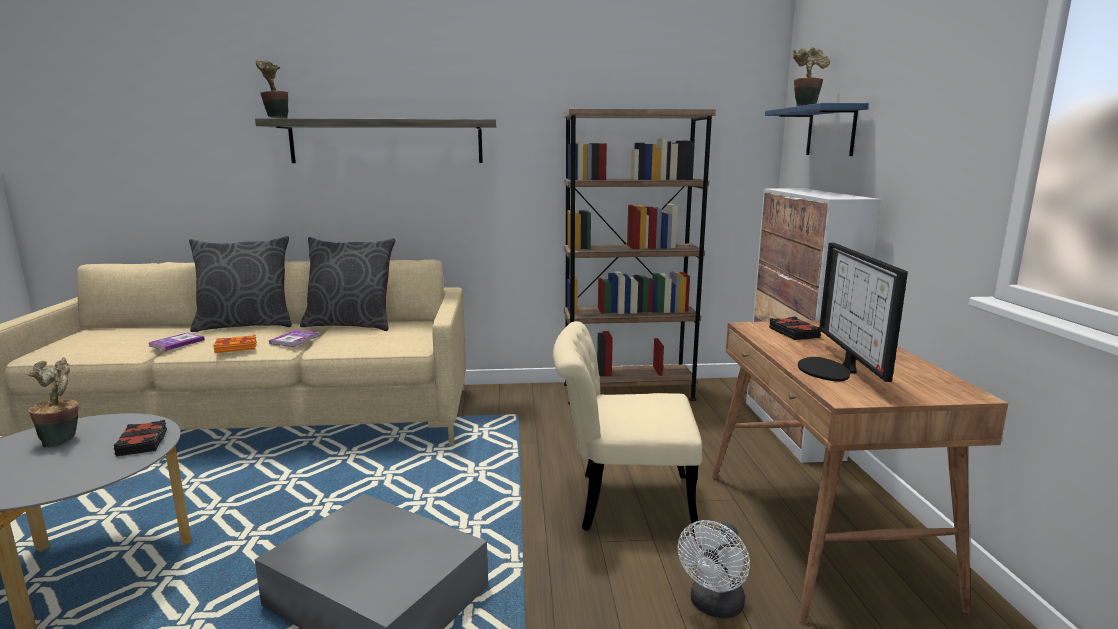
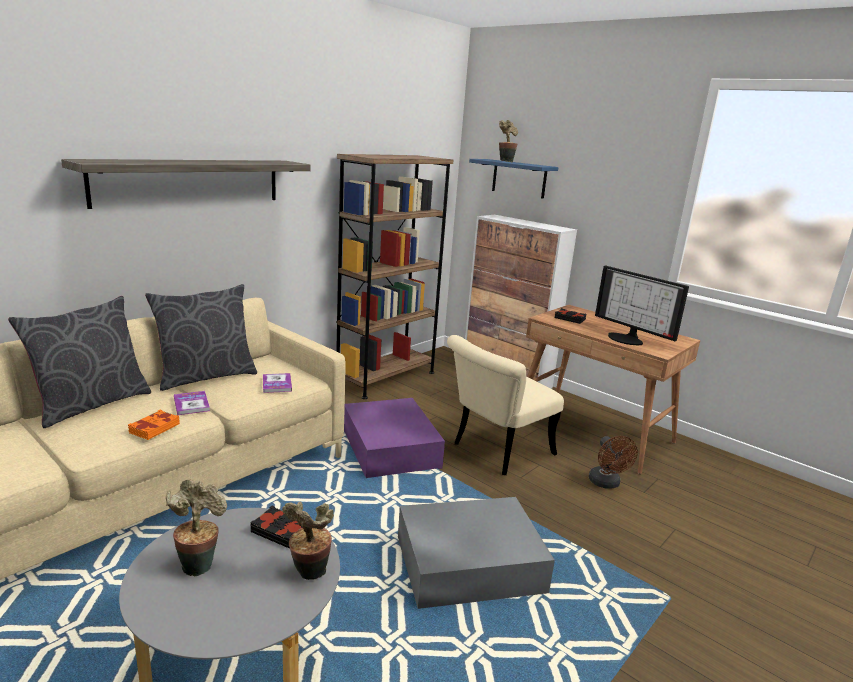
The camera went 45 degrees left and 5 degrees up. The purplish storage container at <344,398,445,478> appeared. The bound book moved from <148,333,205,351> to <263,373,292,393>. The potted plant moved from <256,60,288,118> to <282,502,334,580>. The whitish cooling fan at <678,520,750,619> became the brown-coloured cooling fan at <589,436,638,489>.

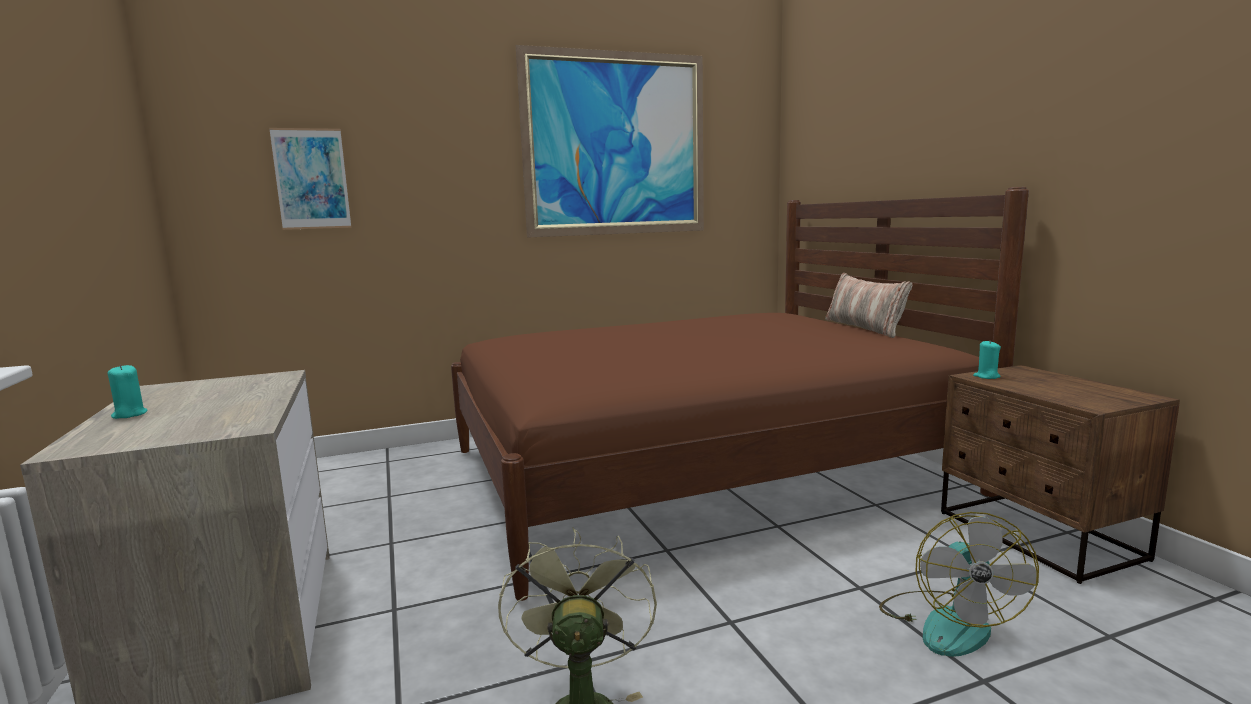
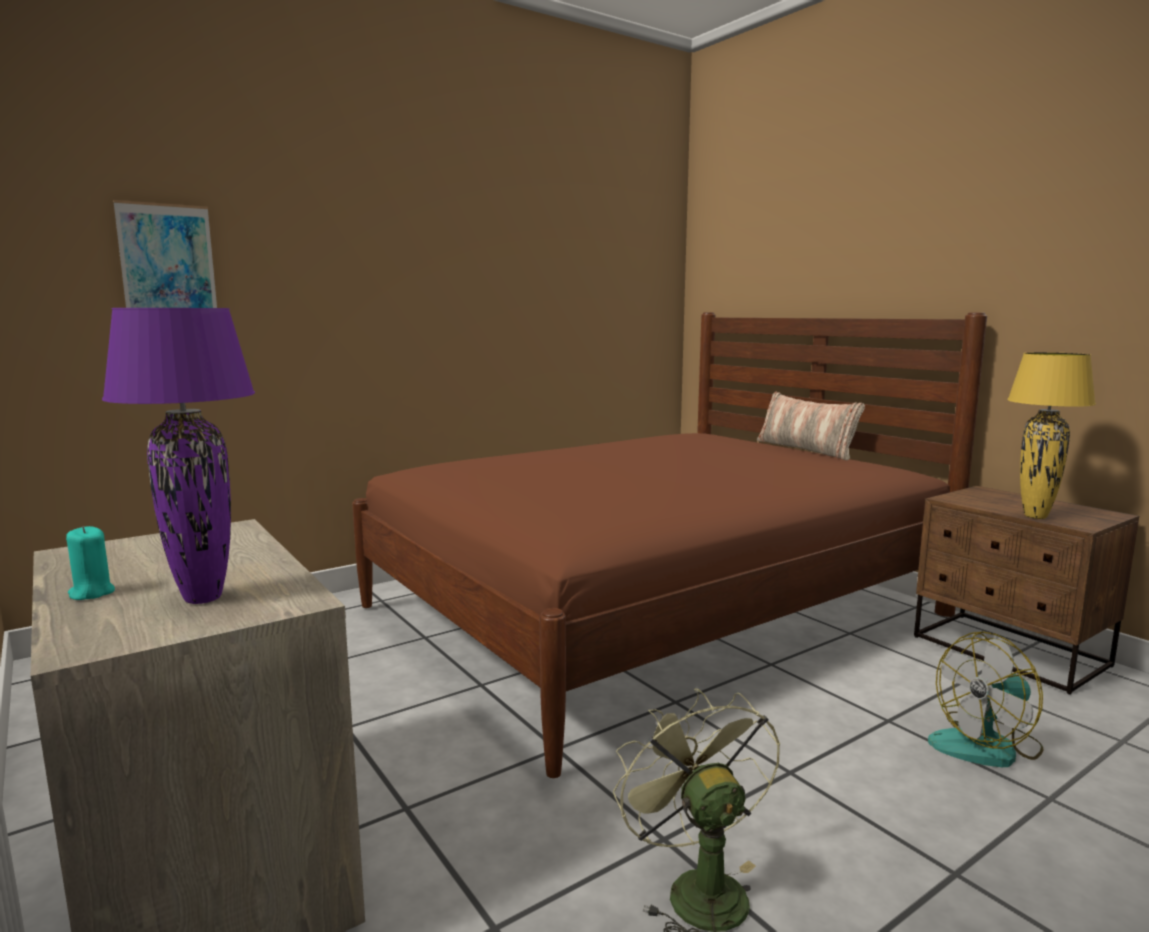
The camera went 15 degrees left and 0 degrees up. The picture at <516,45,704,238> disappeared. The turquoise-coloured wax light at <973,341,1001,379> disappeared. The purplish tabletop lamp at <102,308,255,604> appeared. The yellow-coloured tabletop lamp at <1007,352,1096,519> appeared. The cooling fan at <879,512,1039,657> turned 75 degrees clockwise.

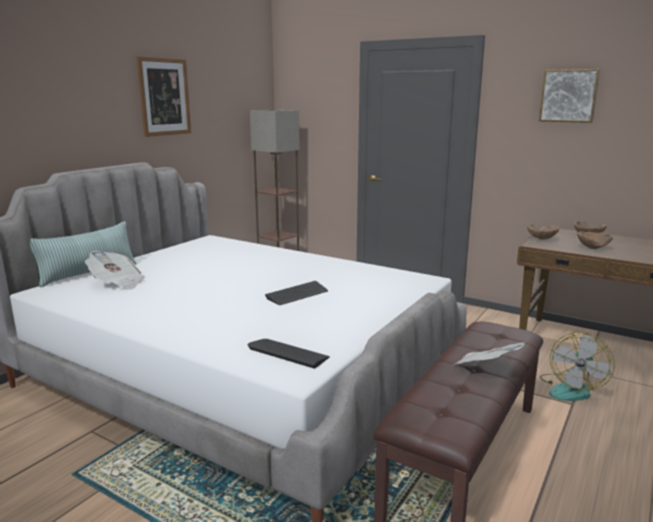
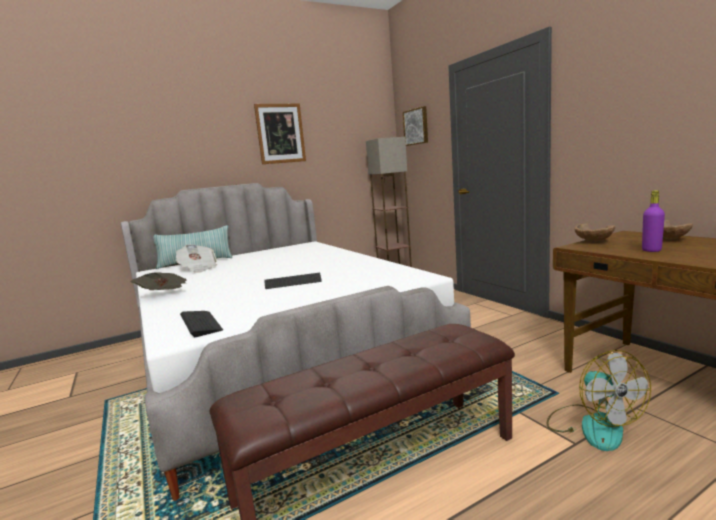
The camera went 30 degrees right and 5 degrees down. The newspaper moved from <455,342,525,364> to <130,272,187,290>. The picture moved from <539,69,600,123> to <403,106,428,146>. The brown-coloured serving bowl at <577,231,613,249> was replaced by the purplish drink bottle at <642,190,665,252>. The cooling fan at <540,332,615,401> turned 75 degrees counterclockwise.

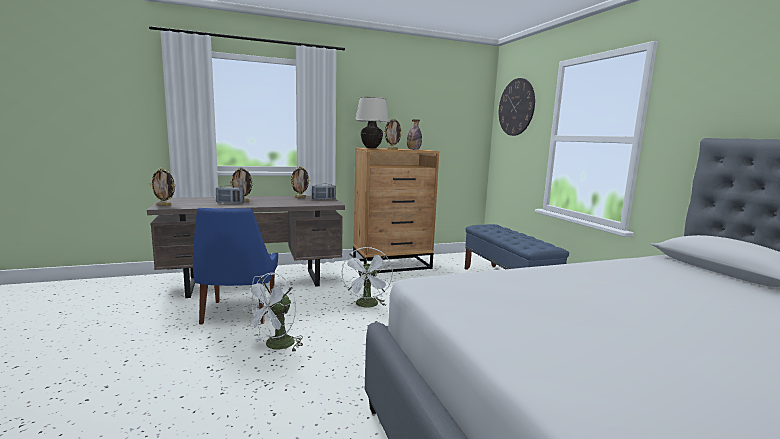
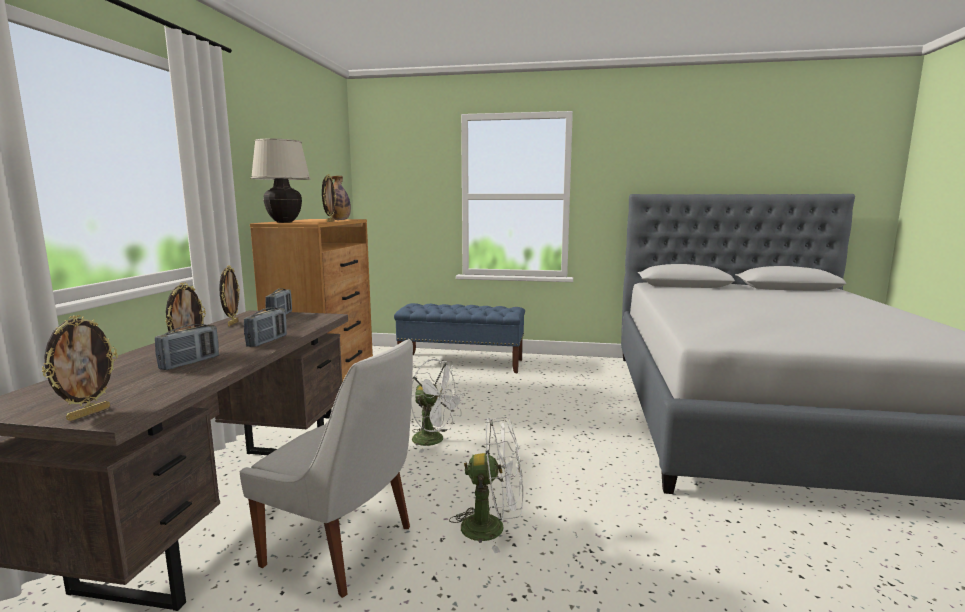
The camera went 60 degrees left and 0 degrees up. The hanging clock at <499,78,535,136> disappeared. The radio at <244,307,287,347> appeared. The bluish plain chair at <193,208,278,324> became the whitish plain chair at <239,339,413,598>. The whitish cooling fan at <243,273,303,351> turned 60 degrees counterclockwise.

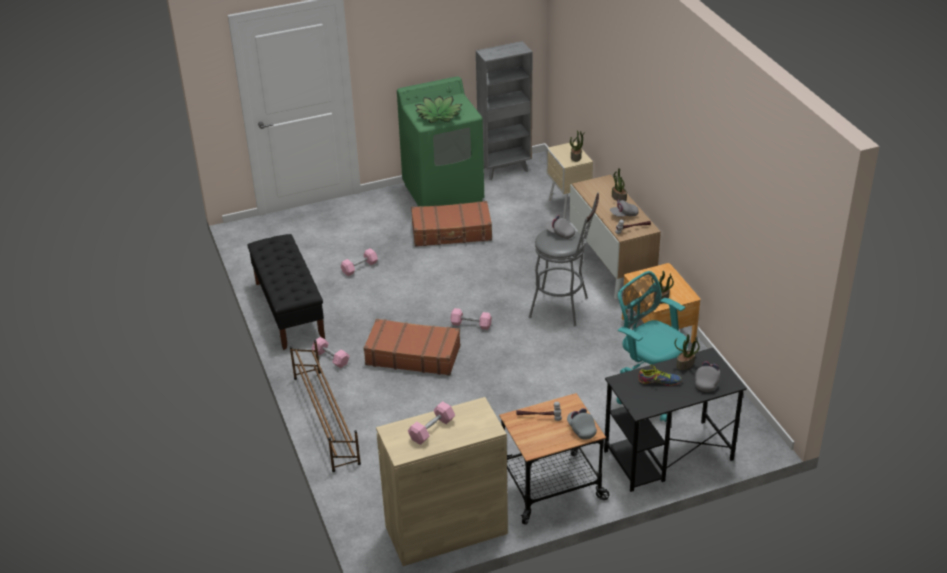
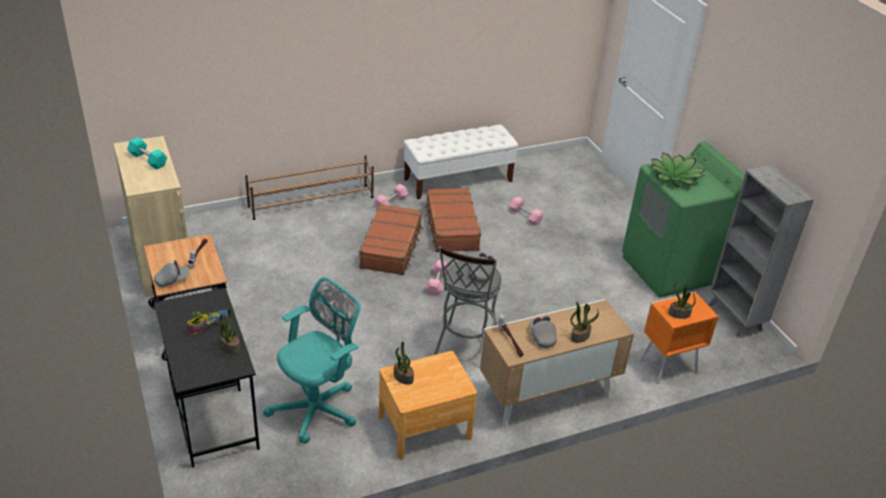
The camera went 85 degrees right and 0 degrees up. The grey cap at <695,362,720,392> disappeared. The brown-coloured suitcase moved from <411,201,492,247> to <424,188,481,252>. The black-coloured indoor bench at <247,234,325,350> became the whitish indoor bench at <403,124,519,199>. The pink-coloured dumbbell at <408,401,455,445> became the turquoise-coloured dumbbell at <127,137,167,169>. The beige-coloured nightstand at <547,141,593,219> became the orangey nightstand at <639,292,719,384>. The shoe at <638,365,682,386> turned 135 degrees counterclockwise.

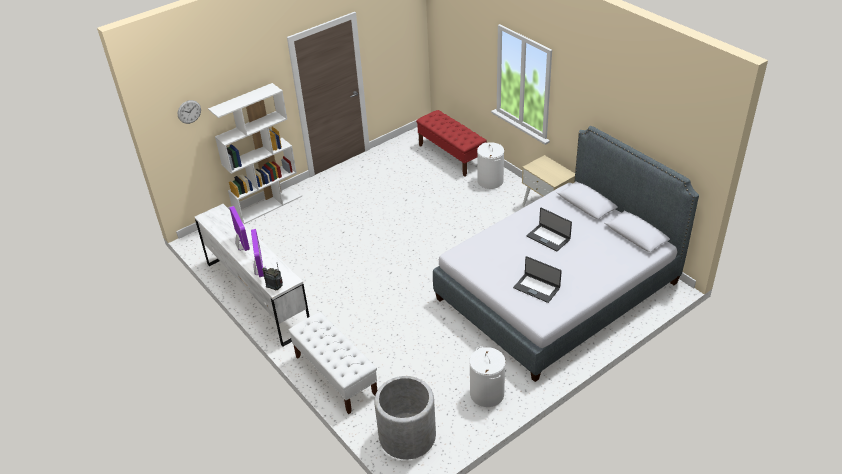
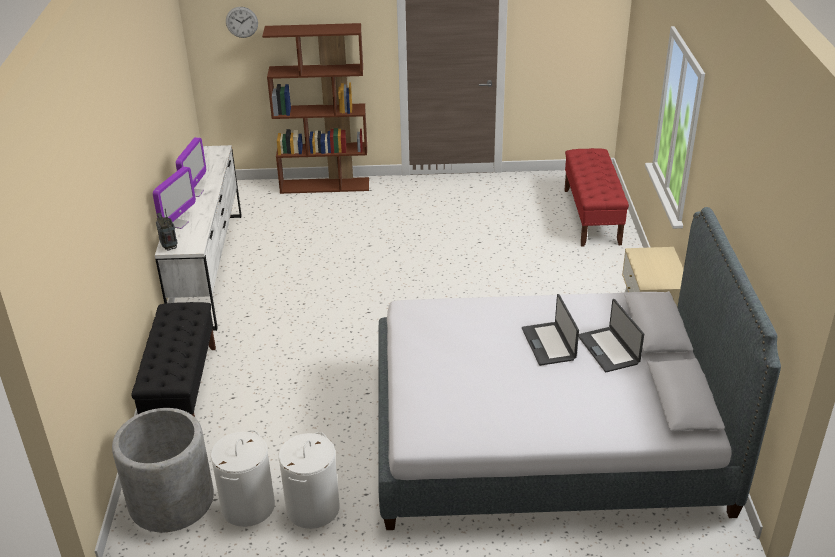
The camera went 35 degrees right and 5 degrees down. The whitish washing basket moved from <477,142,504,189> to <211,430,275,527>. The notebook computer moved from <513,256,562,303> to <579,299,644,372>. The whitish bookcase at <208,83,301,224> became the brown-coloured bookcase at <262,23,369,194>. The whitish indoor bench at <288,312,377,414> became the black-coloured indoor bench at <131,302,216,417>.

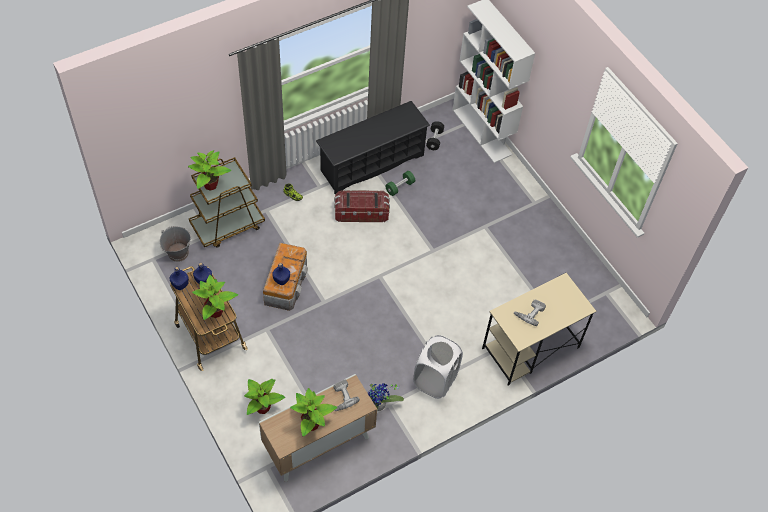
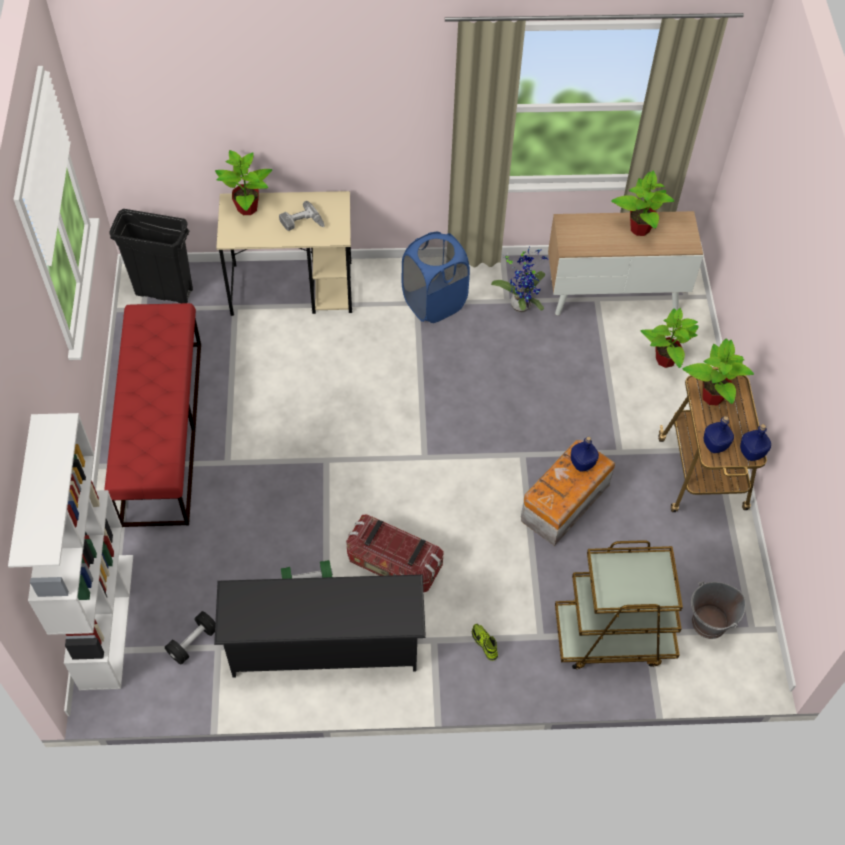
The camera went 150 degrees left and 0 degrees up. The drill at <333,379,360,411> disappeared. The red indoor bench at <104,303,201,527> appeared. The black-coloured waste bin at <109,209,193,303> appeared. The potted plant moved from <188,150,231,191> to <215,150,272,215>. The whitish washing basket at <413,335,463,399> became the bluish washing basket at <402,232,470,323>.

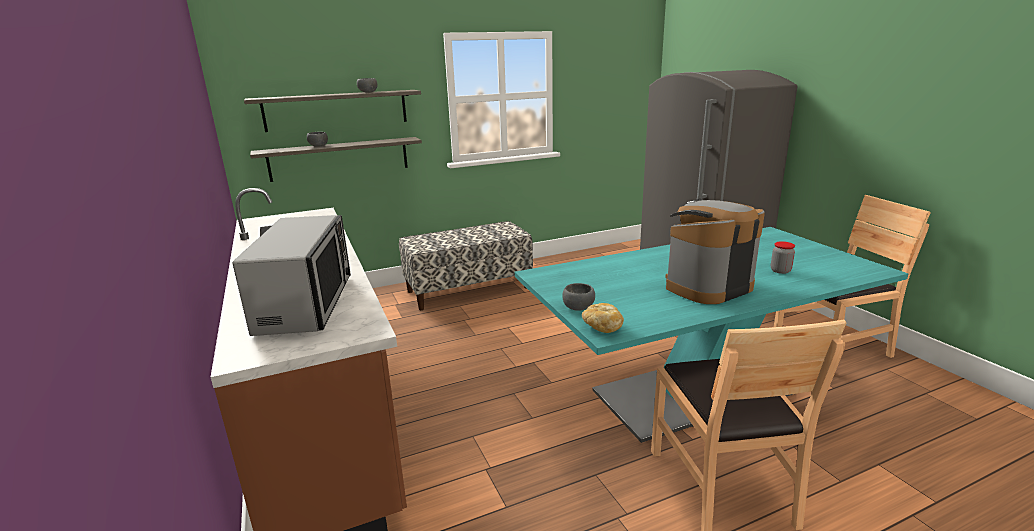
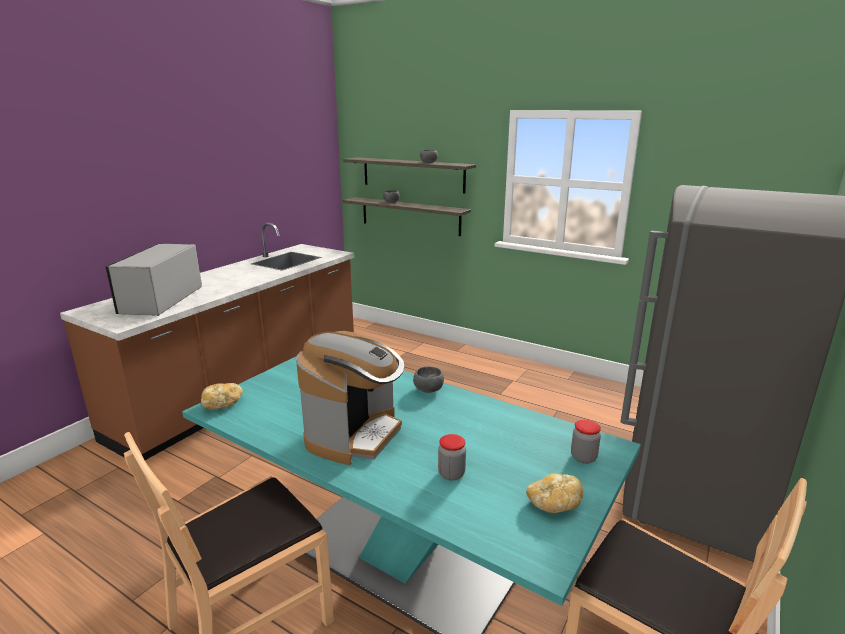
The camera went 55 degrees right and 0 degrees up. The indoor bench at <399,221,533,310> disappeared. The bakery bread at <526,474,584,513> appeared. The storage jar at <571,420,601,464> appeared. The grey serving bowl moved from <562,283,595,311> to <413,366,444,393>. The microwave at <232,215,351,336> turned 135 degrees clockwise. The coffee brewer at <665,199,765,304> turned 90 degrees clockwise.

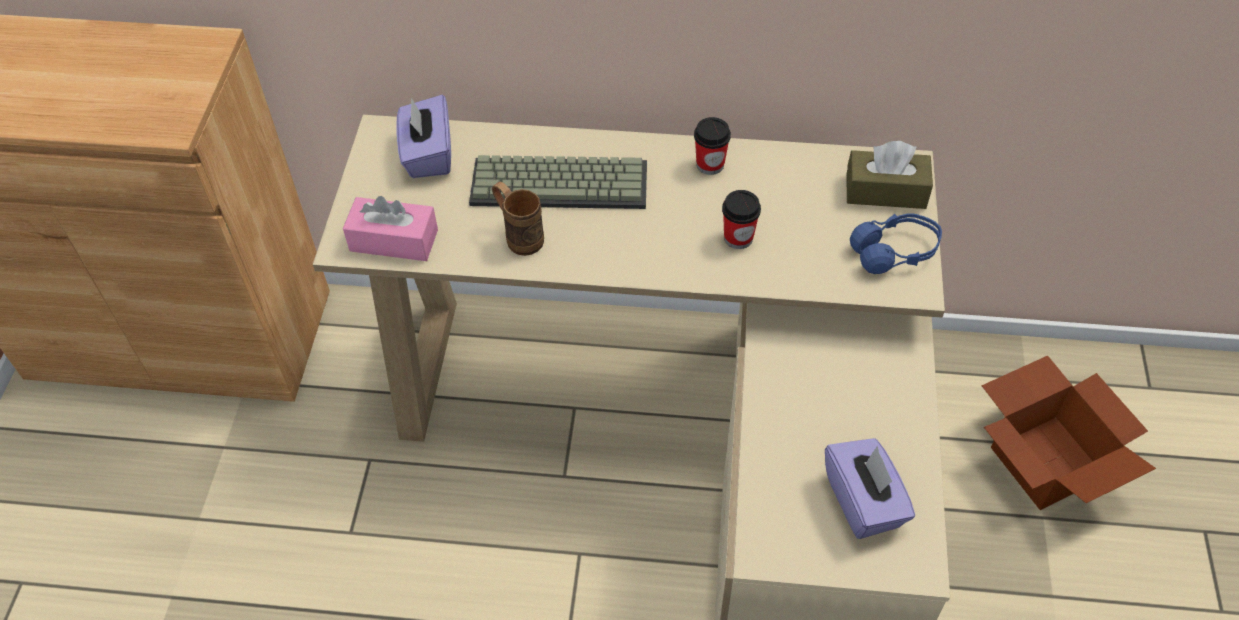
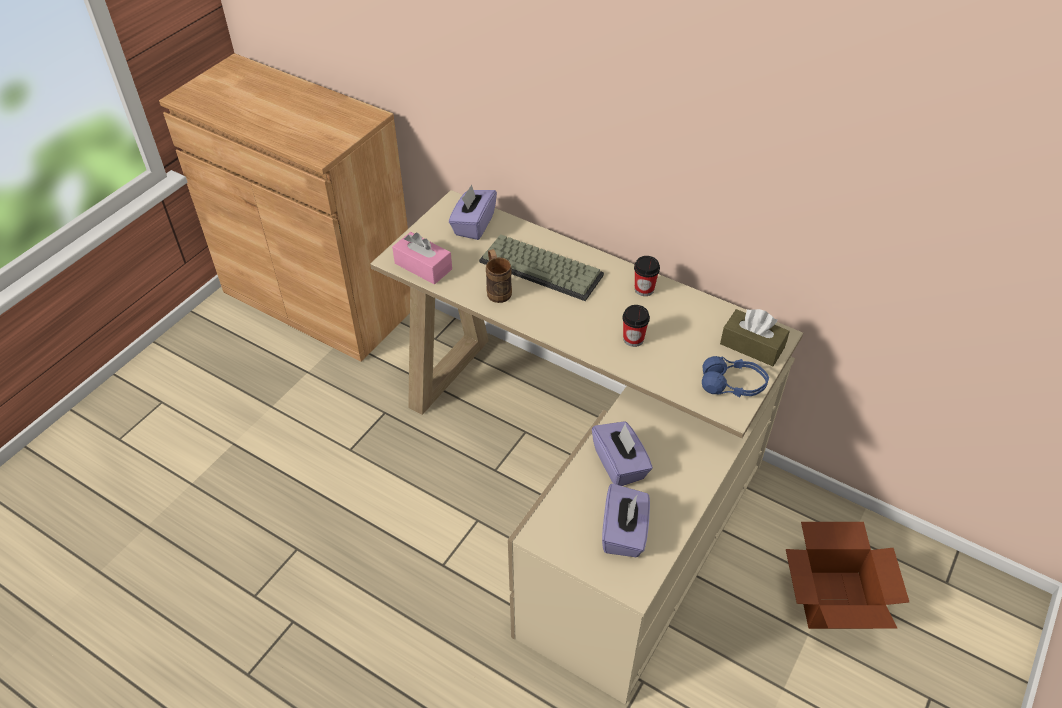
The camera went 25 degrees right and 5 degrees down. The purplish tissue holder at <592,421,653,486> appeared.

